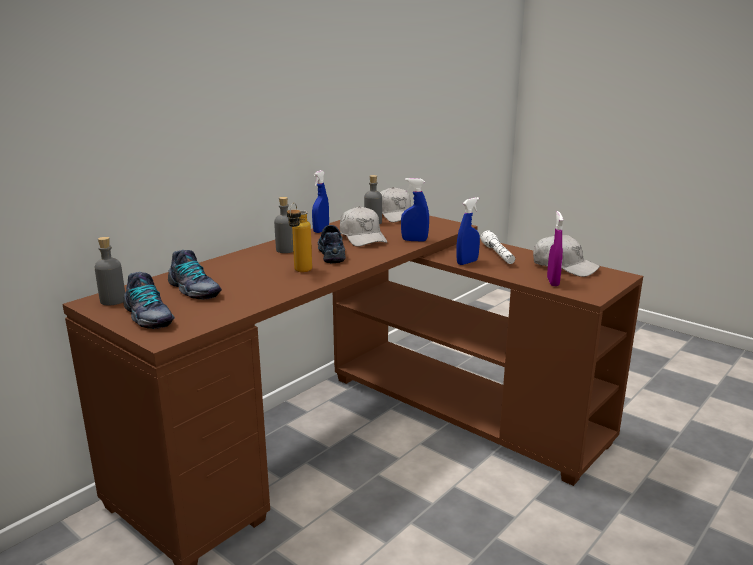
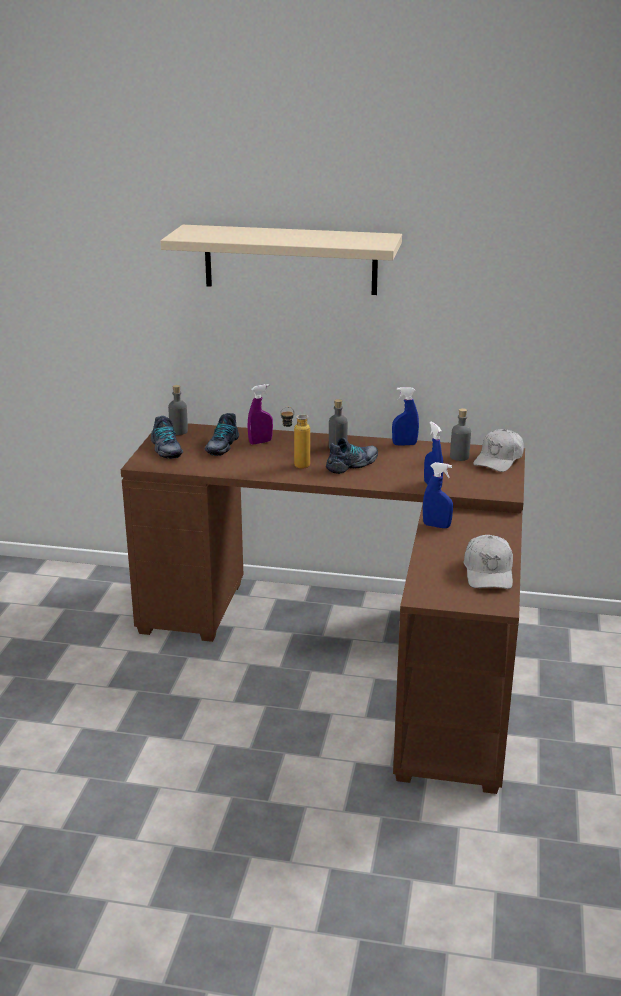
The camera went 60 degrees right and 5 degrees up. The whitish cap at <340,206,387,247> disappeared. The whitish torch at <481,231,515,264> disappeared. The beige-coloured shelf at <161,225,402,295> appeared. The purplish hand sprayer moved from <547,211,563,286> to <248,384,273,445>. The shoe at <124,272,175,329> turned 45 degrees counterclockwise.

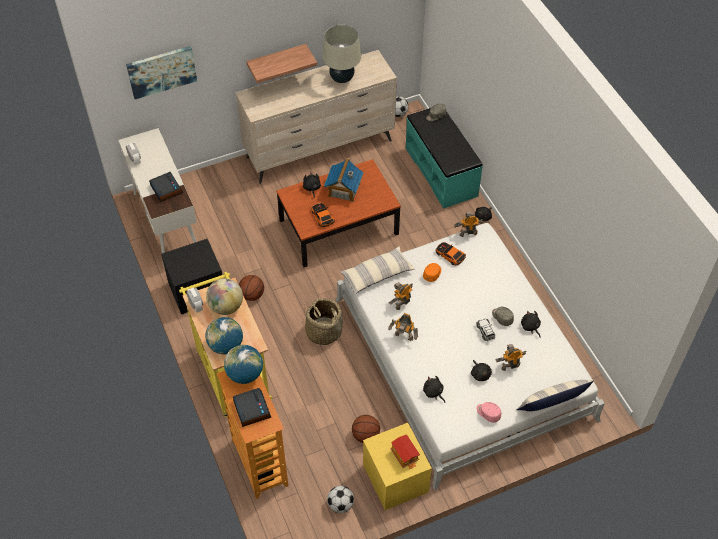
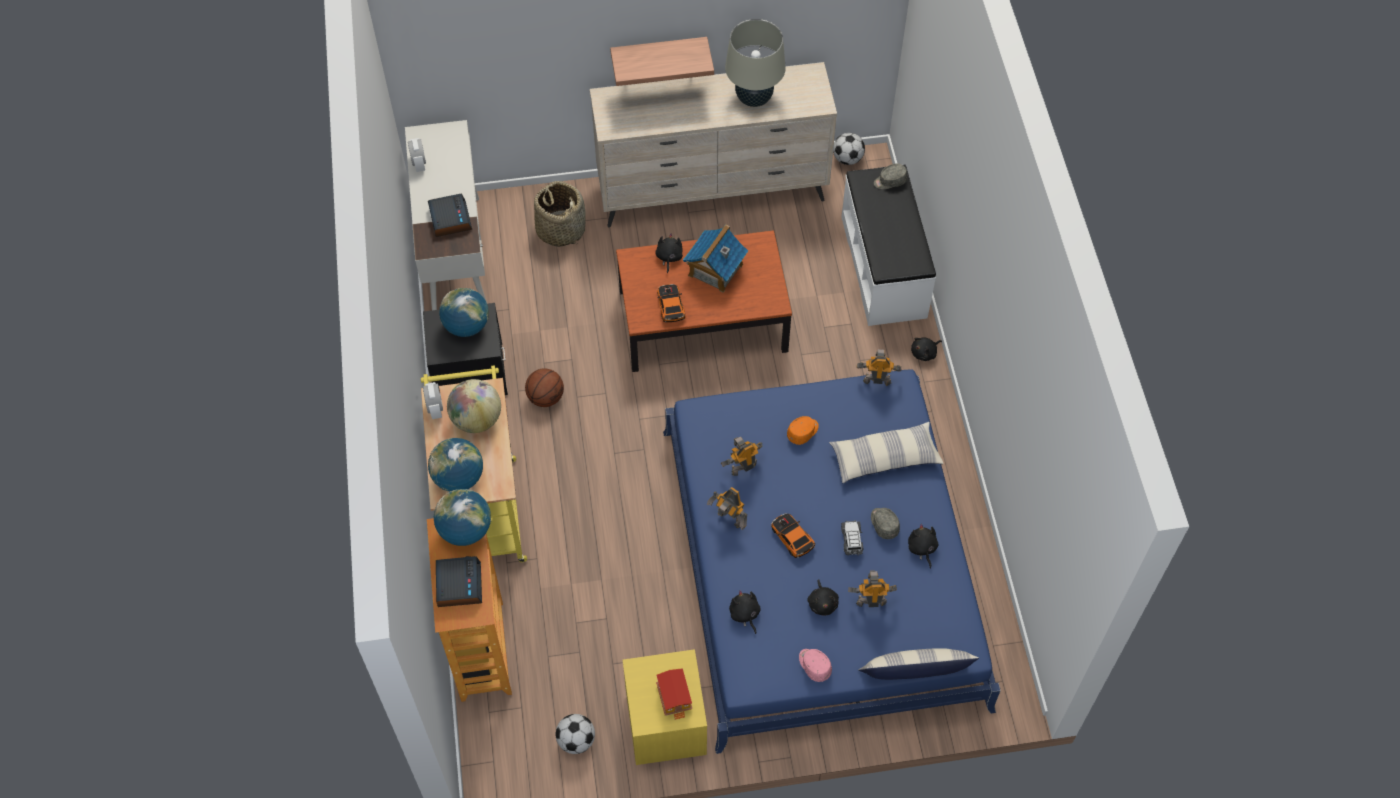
The camera went 15 degrees right and 5 degrees up. The picture at <126,46,197,99> disappeared. The basketball at <352,415,380,443> disappeared. The globe at <439,288,489,337> appeared. The basket moved from <304,298,343,345> to <534,181,586,247>. The pillow moved from <340,247,415,294> to <829,422,944,483>. The miniature car moved from <435,242,466,266> to <771,514,815,558>. The whitish bed at <335,223,605,490> became the bluish bed at <663,369,1001,754>. The turquoise-coloured indoor bench at <406,108,483,209> became the whitish indoor bench at <841,164,936,326>.

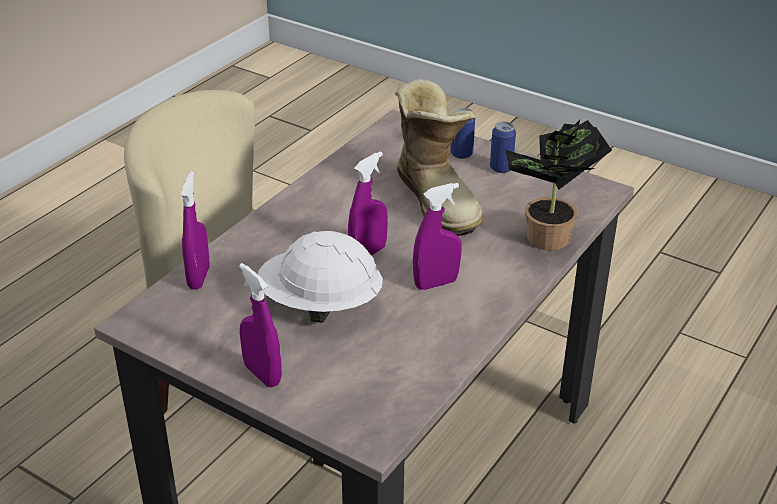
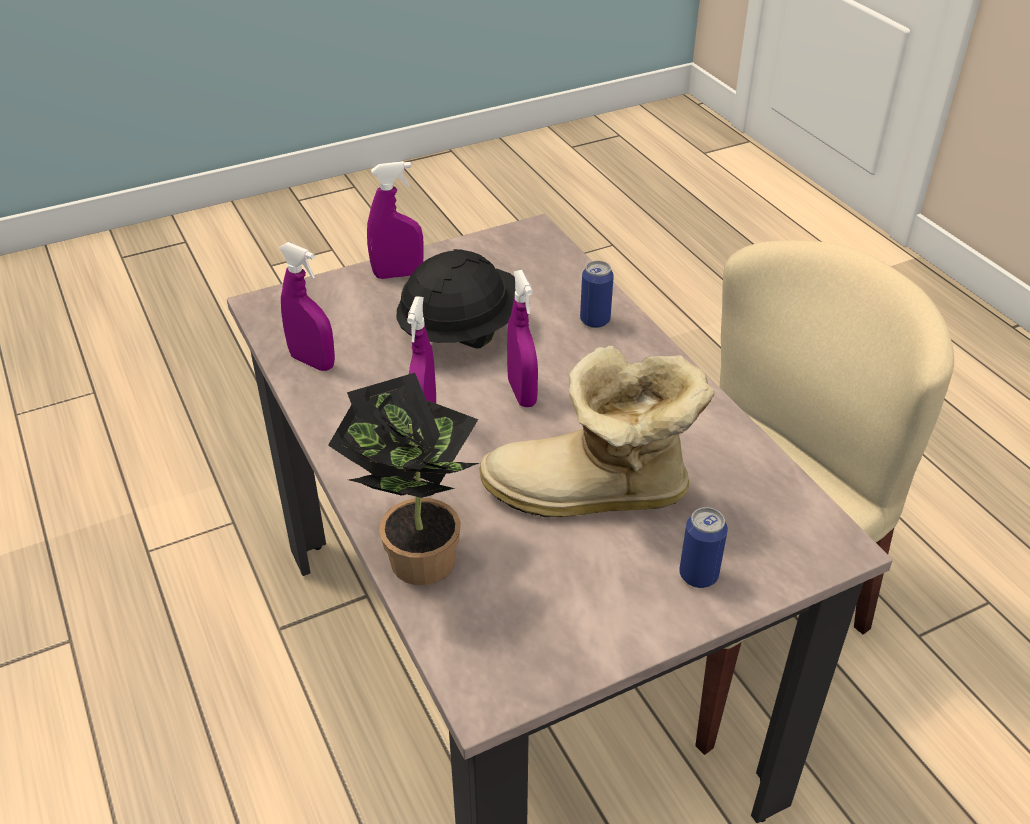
The camera went 120 degrees right and 5 degrees up. The purplish hand sprayer moved from <181,171,210,290> to <279,242,335,371>. The can moved from <490,121,516,173> to <580,260,614,328>. The whitish safety helmet at <258,231,383,323> became the black-coloured safety helmet at <397,249,515,348>.

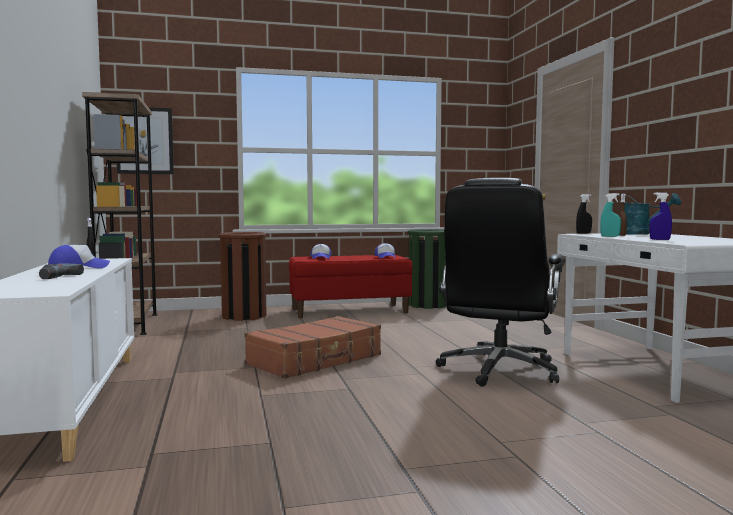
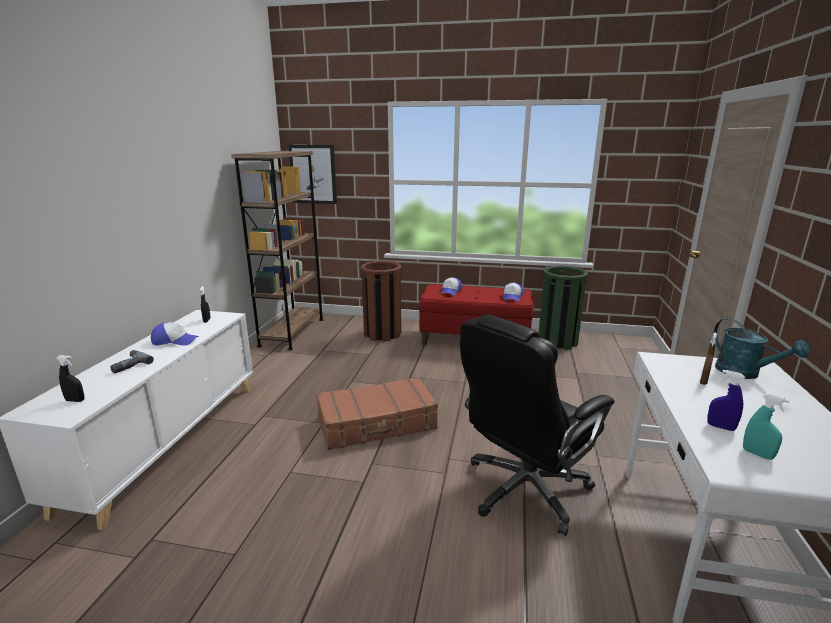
The camera went 25 degrees right and 15 degrees up. The black-coloured hand sprayer moved from <576,194,592,234> to <57,355,84,402>. The turquoise-coloured hand sprayer moved from <600,193,621,237> to <743,393,789,460>.

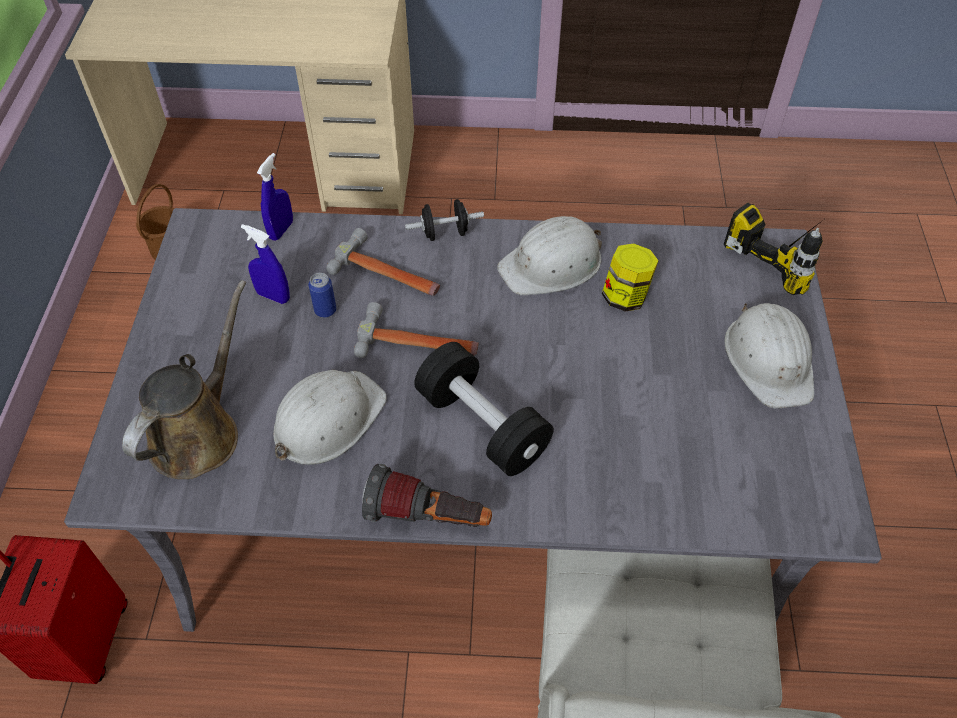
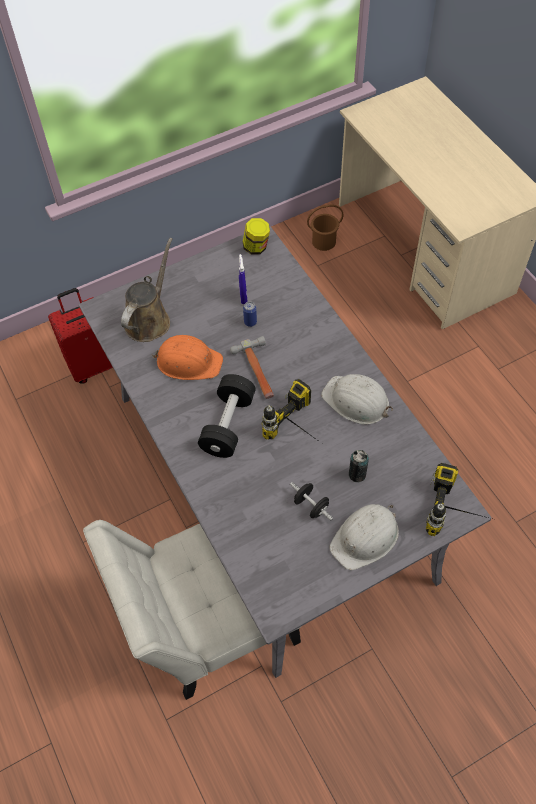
The camera went 60 degrees right and 5 degrees up. The bluish hand sprayer at <257,153,293,241> disappeared. The tool hammer at <326,228,440,296> disappeared. The torch at <362,464,492,527> disappeared. The drill at <262,379,317,440> appeared. The can at <349,450,369,482> appeared. The black-coloured dumbbell moved from <405,199,484,241> to <290,482,333,520>. The storage jar moved from <602,243,658,312> to <243,218,270,254>. The whitish safety helmet at <273,370,387,465> became the orangey safety helmet at <152,335,223,380>. The brown-coloured watering pot at <122,280,246,479> turned 60 degrees counterclockwise.

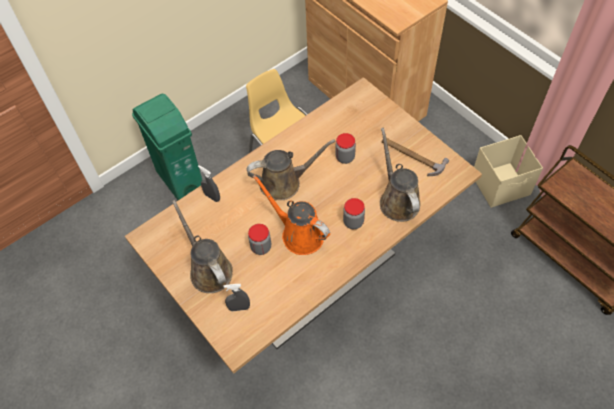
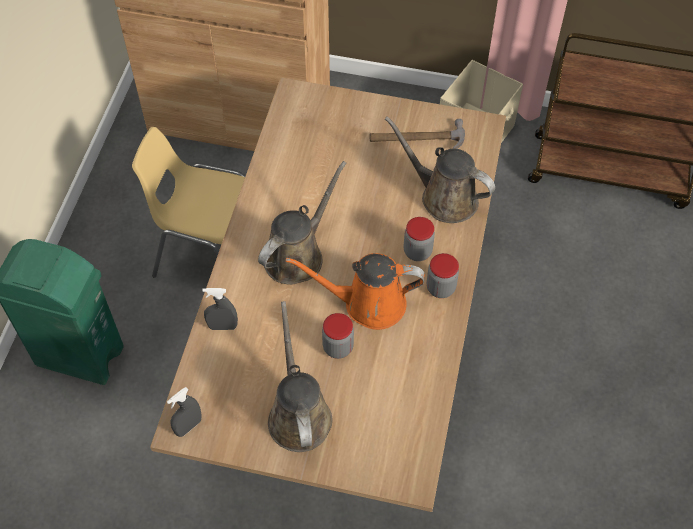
The camera went 40 degrees left and 0 degrees up. The grey hand sprayer moved from <224,284,250,311> to <167,387,202,437>. The storage jar moved from <336,133,356,164> to <427,253,459,298>. The brown-coloured watering pot at <172,200,233,293> turned 60 degrees clockwise.

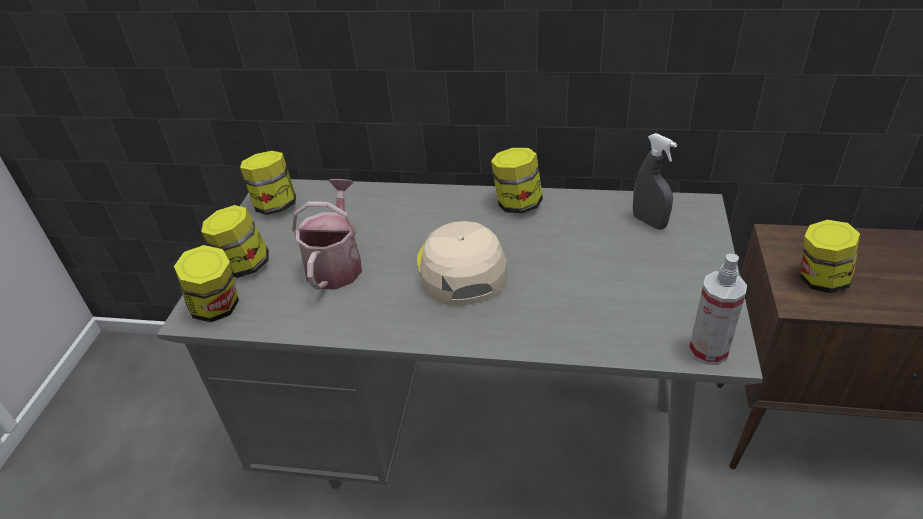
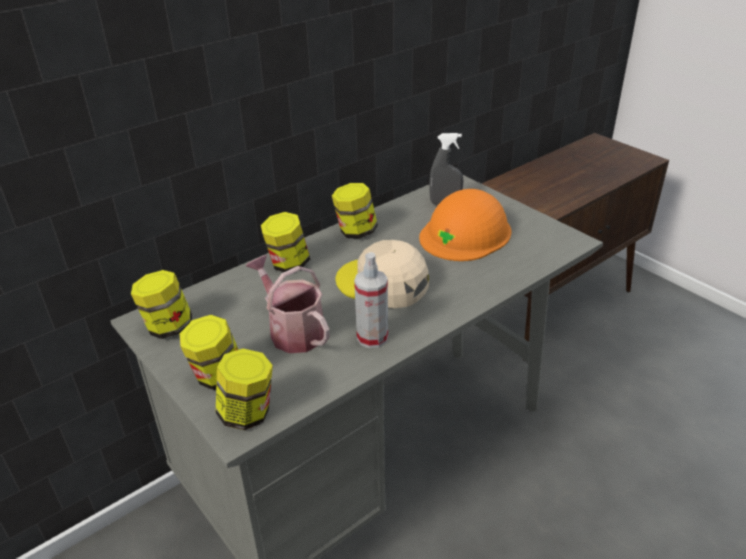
The camera went 50 degrees left and 5 degrees down. The orangey safety helmet at <419,189,511,261> appeared. The hand sprayer moved from <689,254,747,365> to <354,252,388,348>. The storage jar moved from <801,220,860,293> to <261,212,310,272>.

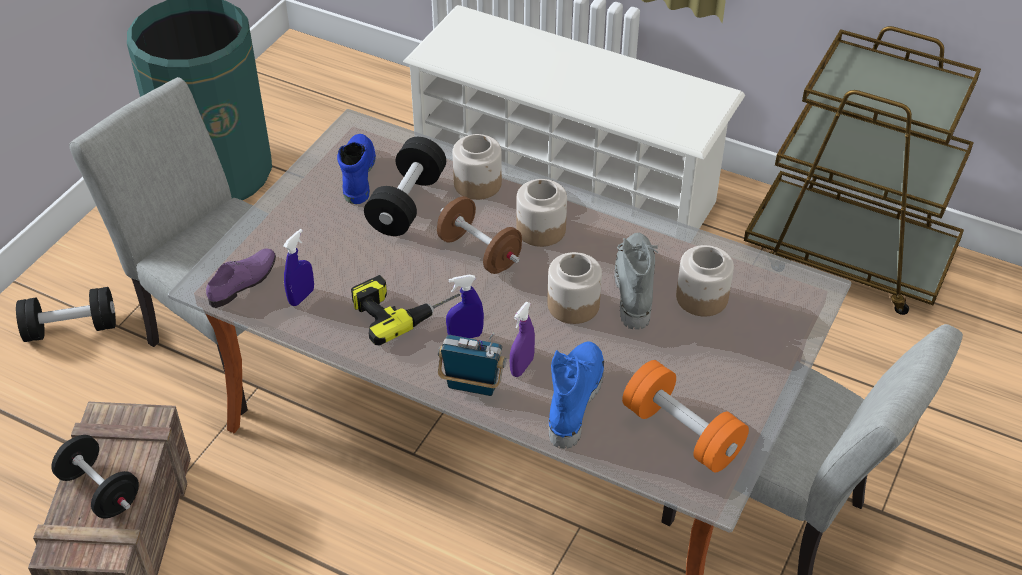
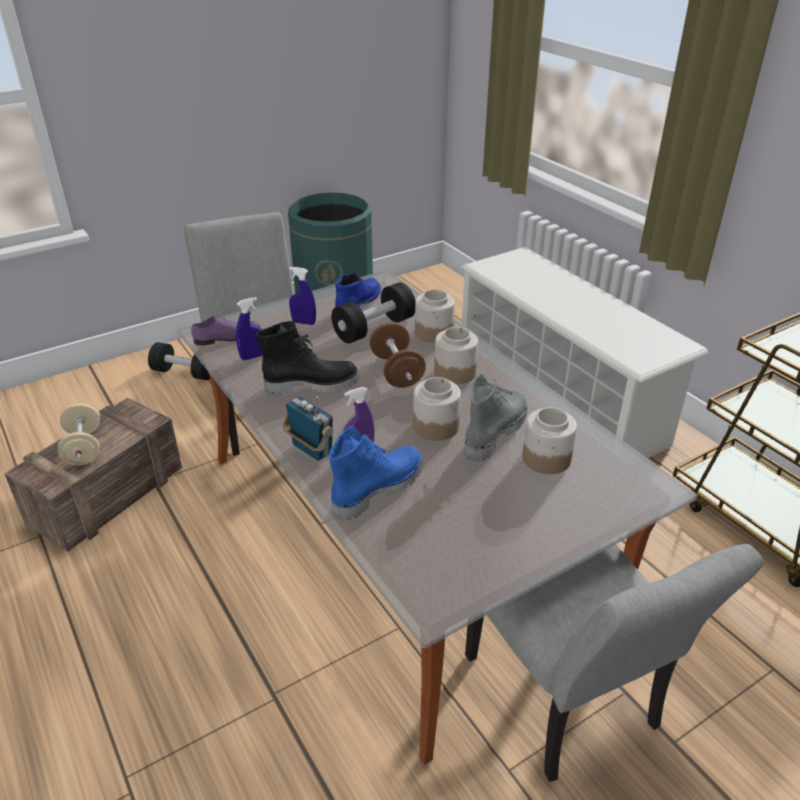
The camera went 30 degrees right and 10 degrees down. The orangey dumbbell at <622,360,749,473> disappeared. The bluish hand sprayer moved from <446,274,484,338> to <289,267,316,325>. The drill at <351,275,460,345> was replaced by the black-coloured boot at <256,320,360,395>. The black-coloured dumbbell at <51,435,139,519> became the beige-coloured dumbbell at <58,403,100,465>.

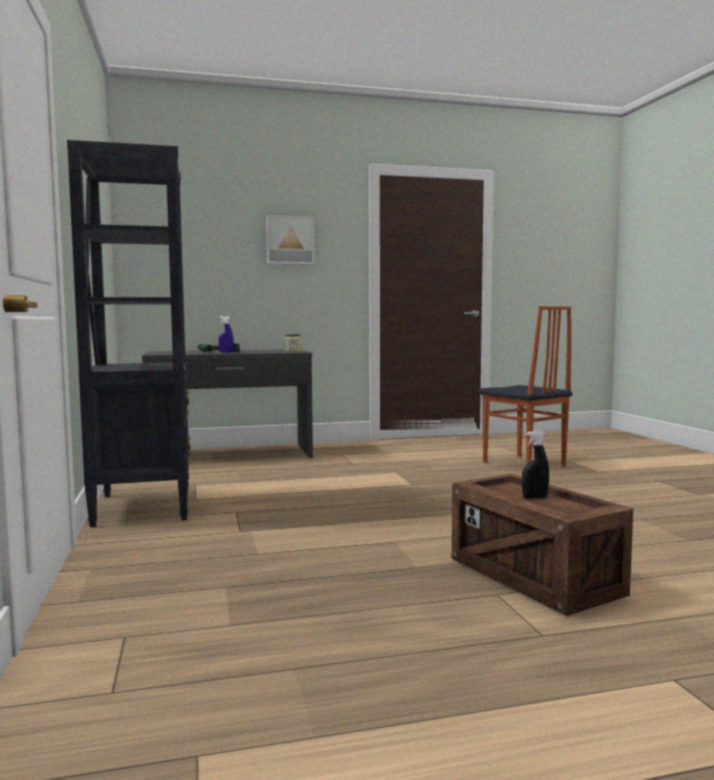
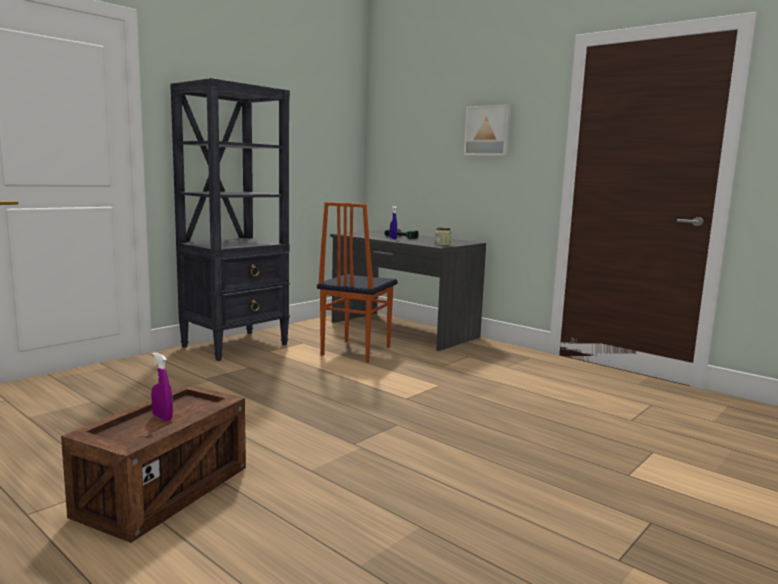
The camera went 55 degrees right and 5 degrees up. The plain chair moved from <478,306,572,467> to <317,202,398,363>. The black-coloured hand sprayer at <522,431,549,499> became the purplish hand sprayer at <151,353,173,421>.

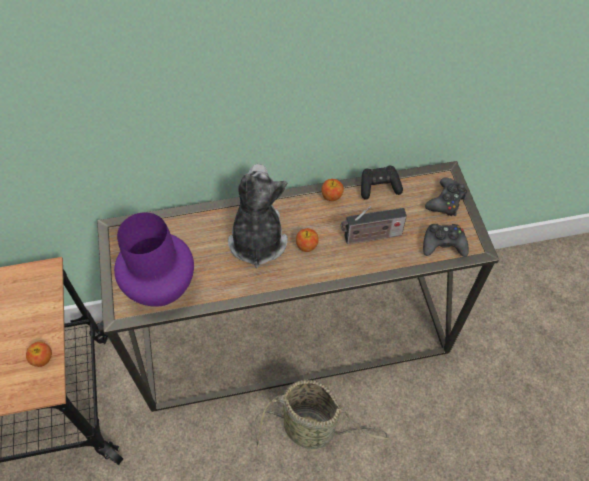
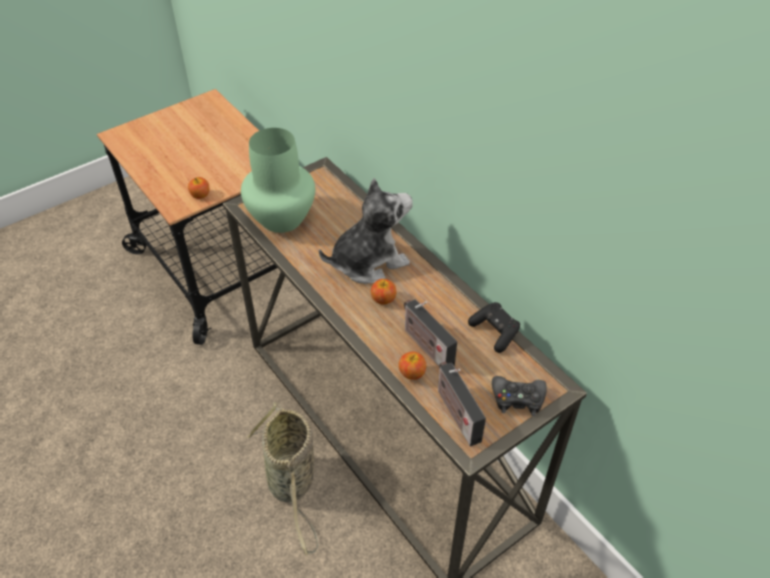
The camera went 65 degrees right and 10 degrees down. The apple fruit moved from <321,179,344,201> to <398,352,426,380>. The black-coloured gamepad at <423,224,469,257> was replaced by the radio at <438,362,486,446>. The purplish vase at <114,212,194,307> became the green-coloured vase at <241,128,315,233>.

